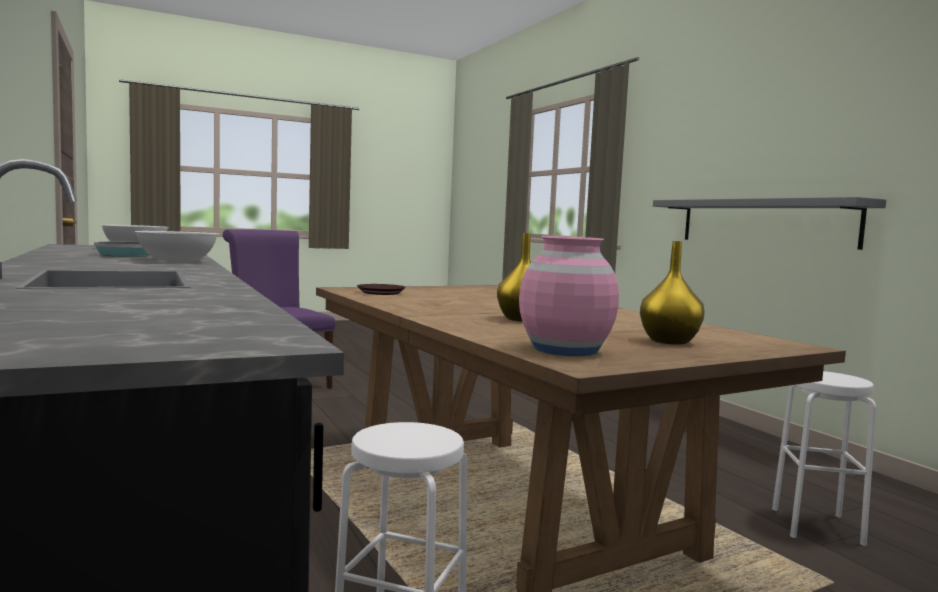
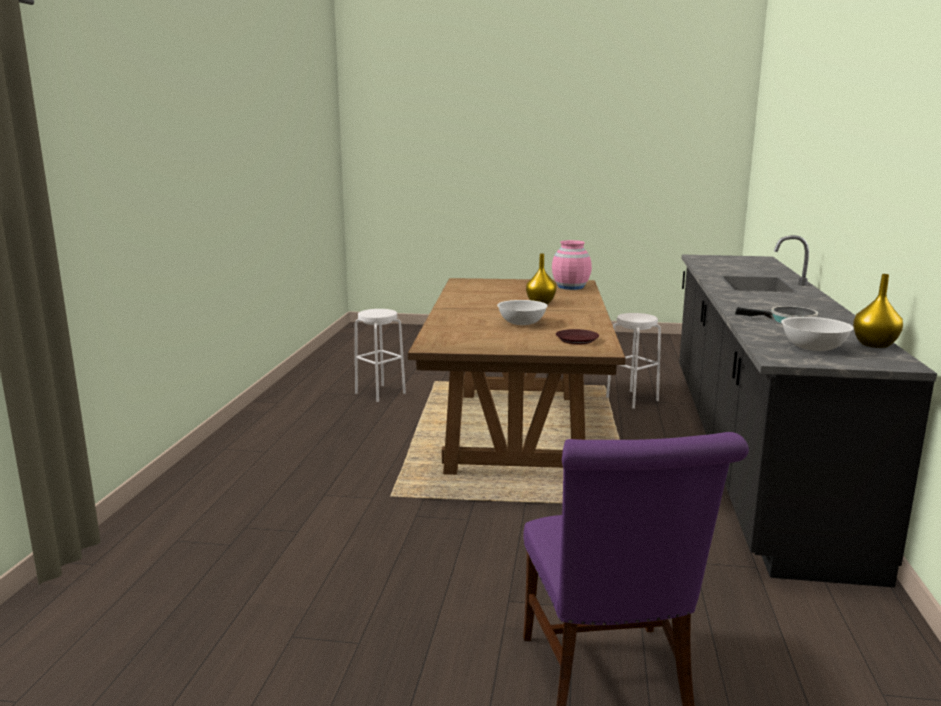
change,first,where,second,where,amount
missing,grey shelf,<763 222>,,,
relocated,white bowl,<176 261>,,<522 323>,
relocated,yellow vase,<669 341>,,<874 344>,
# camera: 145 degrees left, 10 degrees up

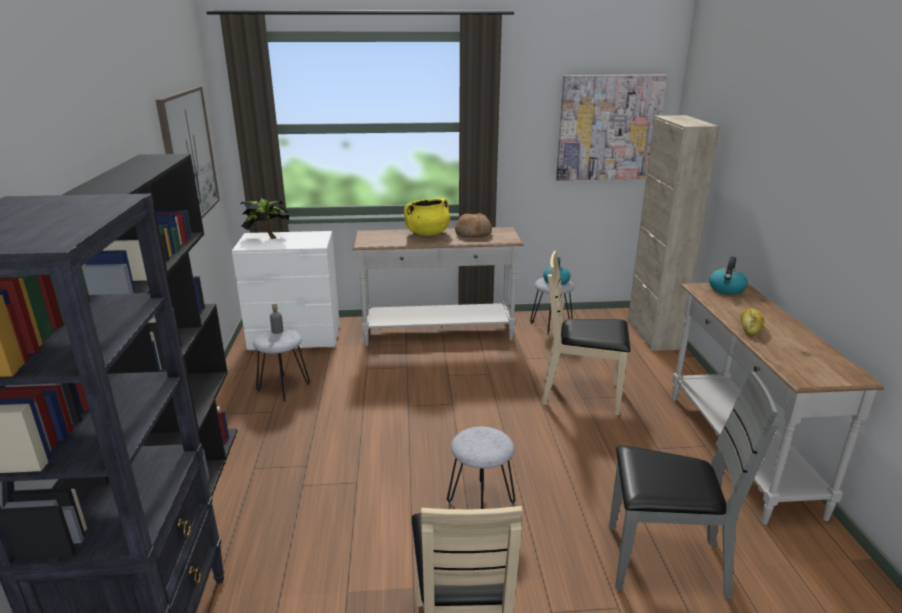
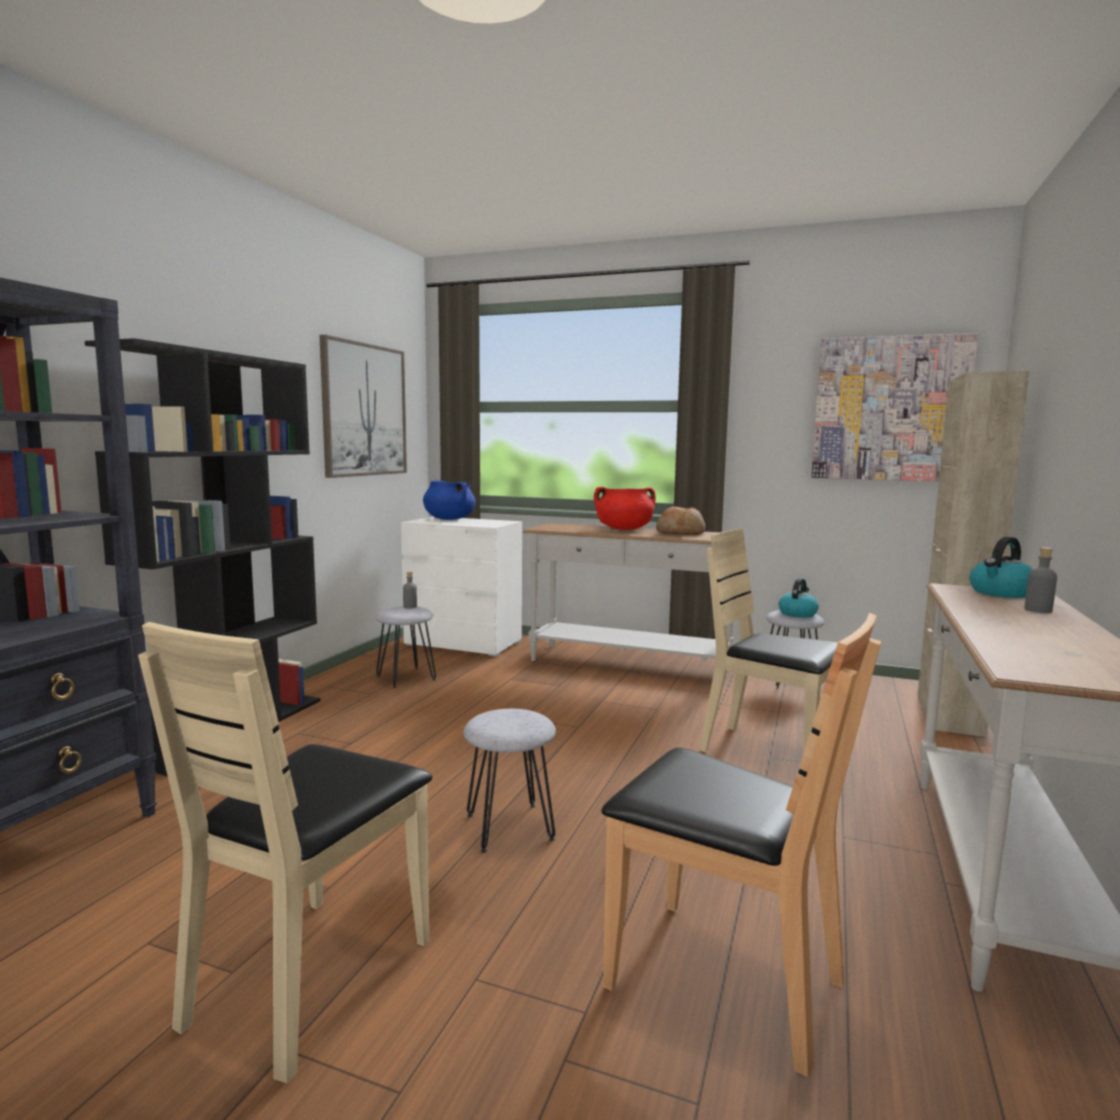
change,first,where,second,where,amount
missing,bread,<750 328>,,,
appeared,,,grey bottle,<1038 610>,
exchanged,potted plant,<267 237>,blue cooking pot,<449 519>,
colour,yellow cooking pot,<427 233>,red cooking pot,<624 529>,
colour,grey chair,<664 562>,brown chair,<723 979>,
# camera: 25 degrees right, 15 degrees down

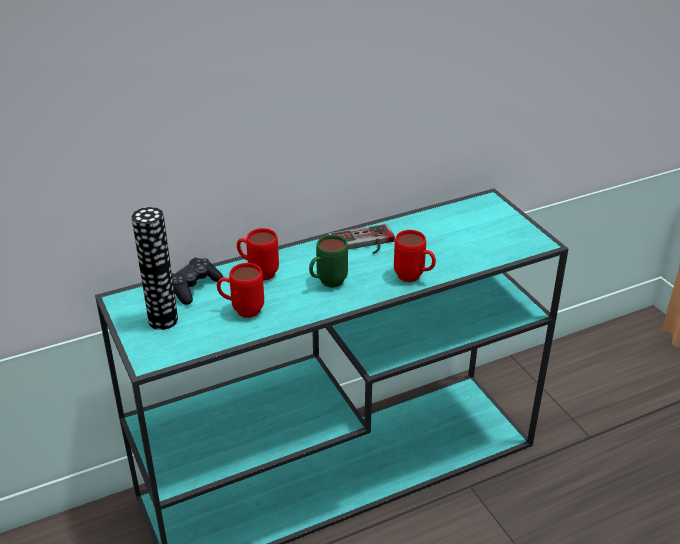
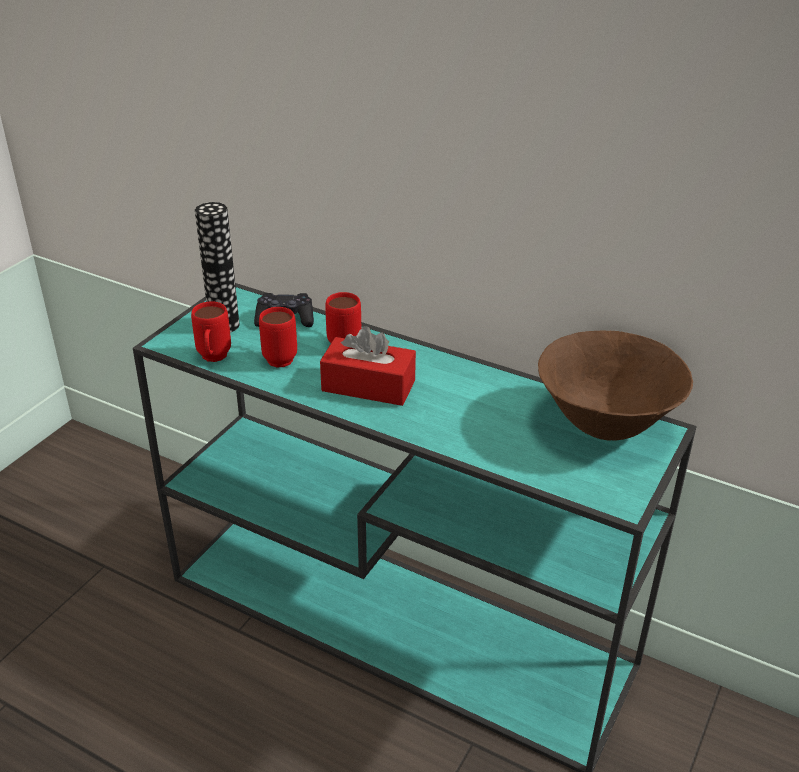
change,first,where,second,where,amount
missing,game controller,<363 244>,,,
appeared,,,brown bowl,<606 425>,
relocated,red mug,<414 278>,,<213 359>,
exchanged,green mug,<327 284>,red tissue box,<368 386>,
# camera: 55 degrees right, 0 degrees up

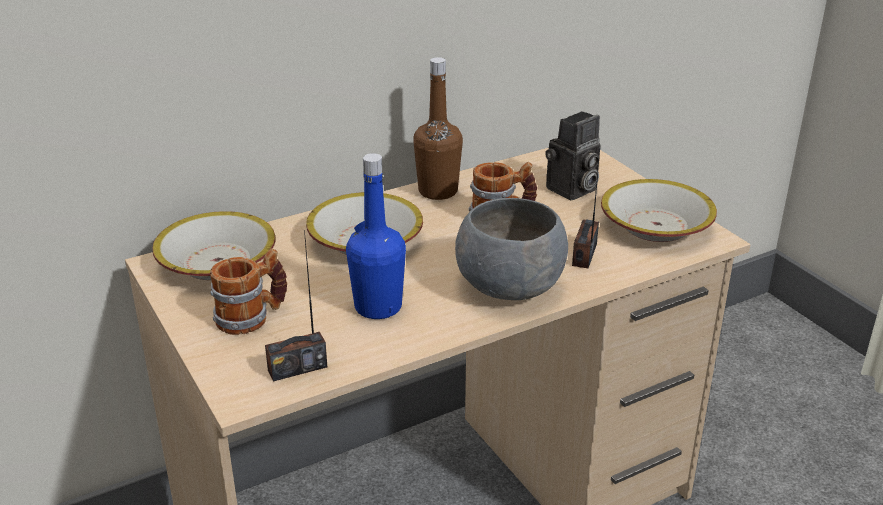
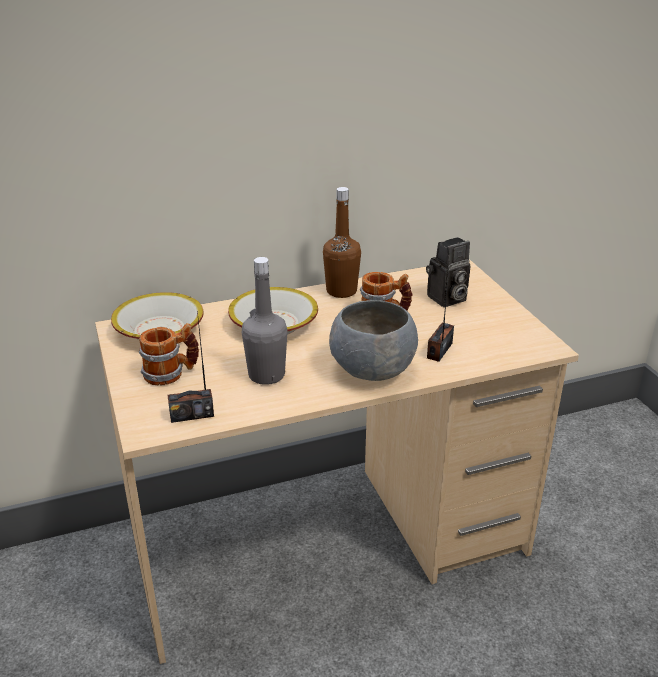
change,first,where,second,where,amount
missing,bowl,<656 226>,,,
colour,blue bottle,<378 307>,grey bottle,<266 375>,
# camera: 10 degrees right, 0 degrees up

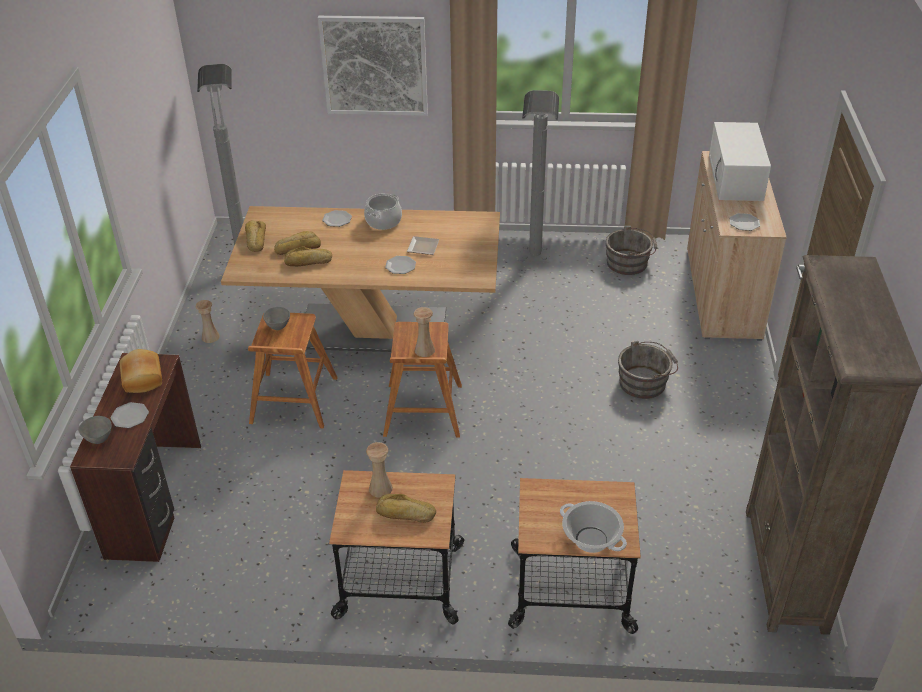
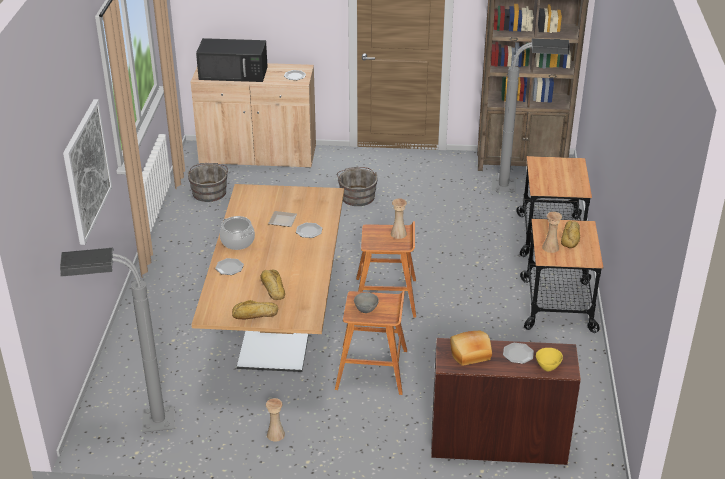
change,first,where,second,where,amount
missing,bread,<308 262>,,,
missing,cooking pot,<591 540>,,,
relocated,grey floor lamp,<535 268>,,<521 188>,
colour,grey bowl,<99 439>,yellow bowl,<547 367>,
colour,white microwave,<736 178>,black microwave,<234 73>,
# camera: 90 degrees left, 5 degrees down

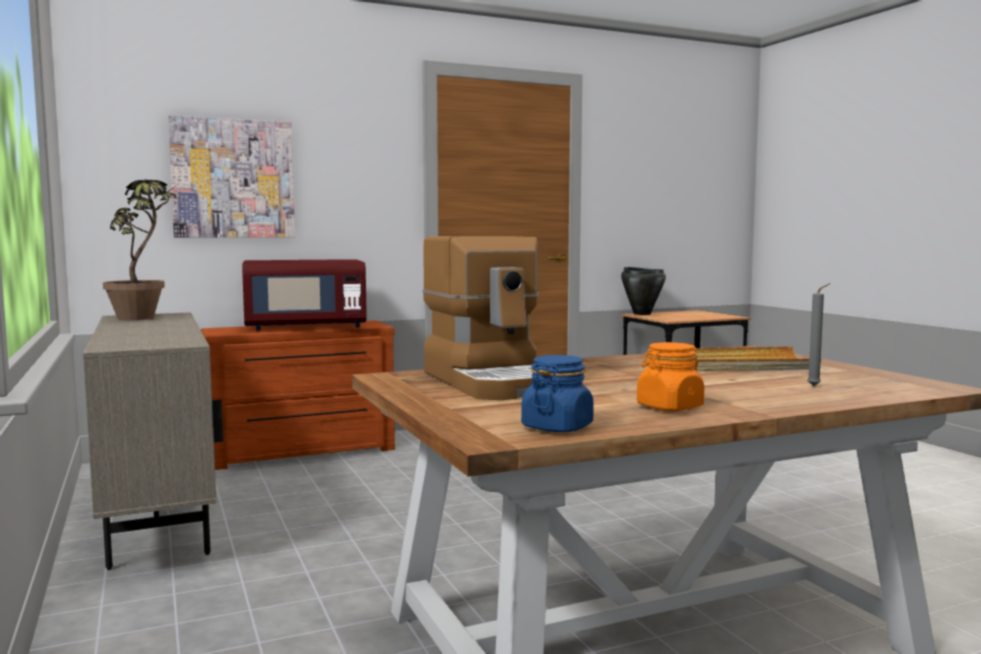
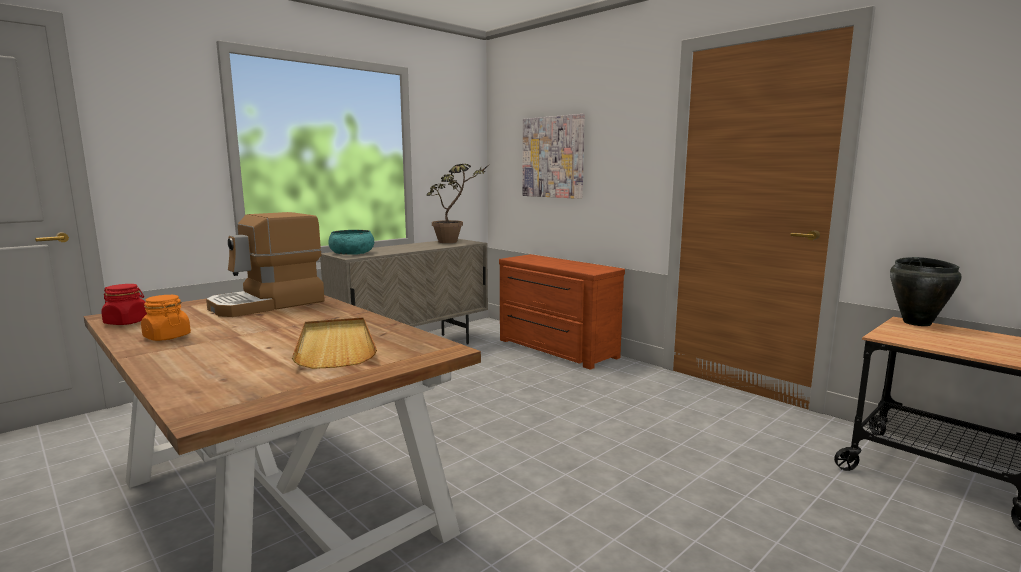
change,first,where,second,where,amount
missing,red microwave,<305 327>,,,
missing,grey candle,<816 386>,,,
appeared,,,turquoise bowl,<352 253>,
colour,blue jar,<557 427>,red jar,<127 322>,
# camera: 70 degrees right, 5 degrees up

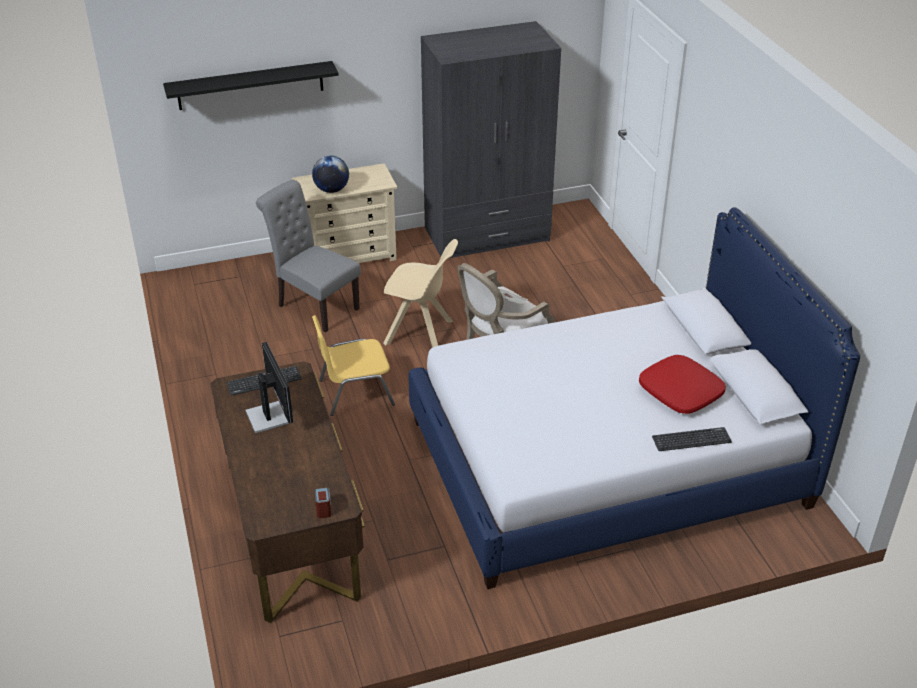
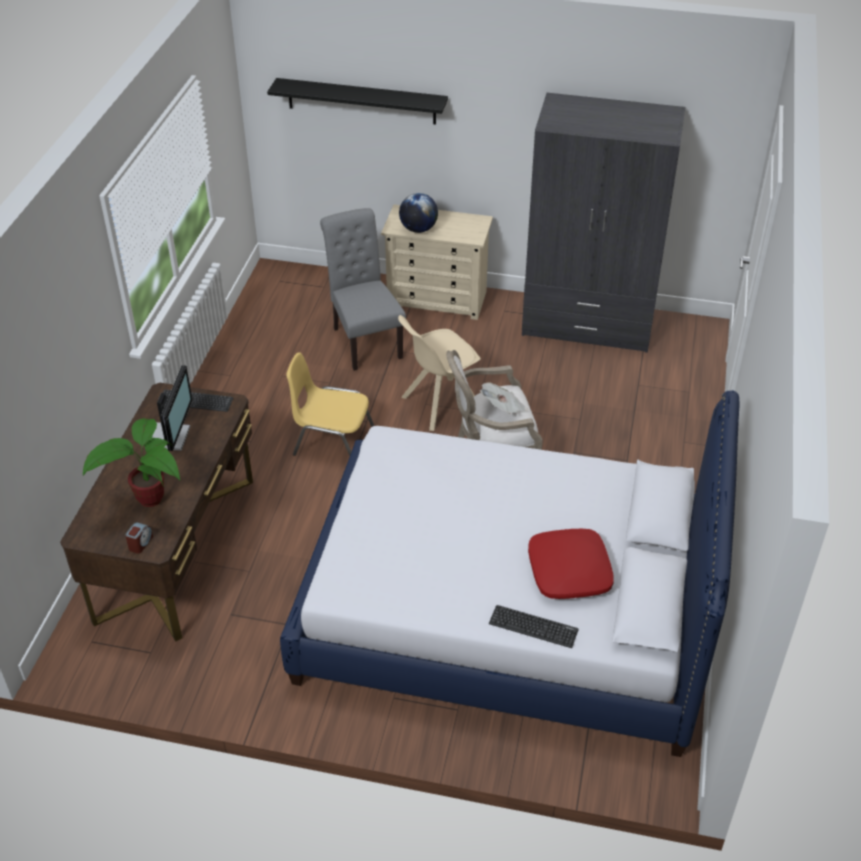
change,first,where,second,where,amount
appeared,,,potted plant,<147 502>,
spun,beige chair,<421 333>,,<439 404>,105 degrees clockwise
# camera: 30 degrees right, 5 degrees up

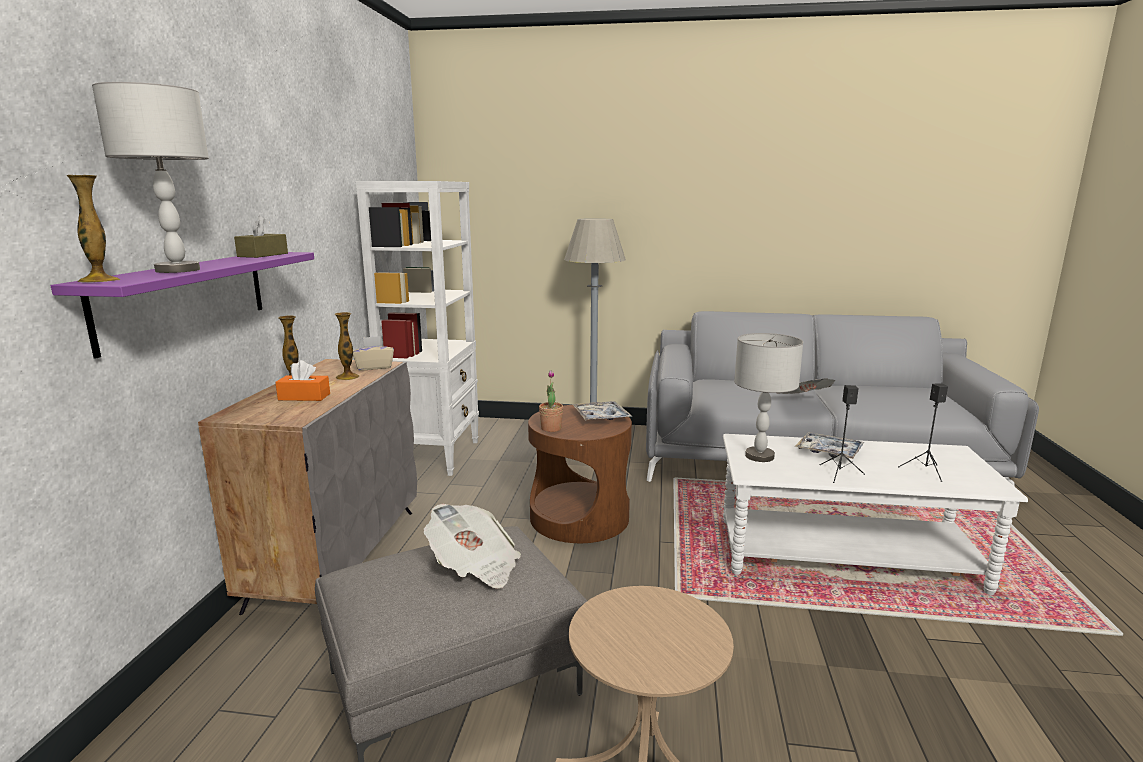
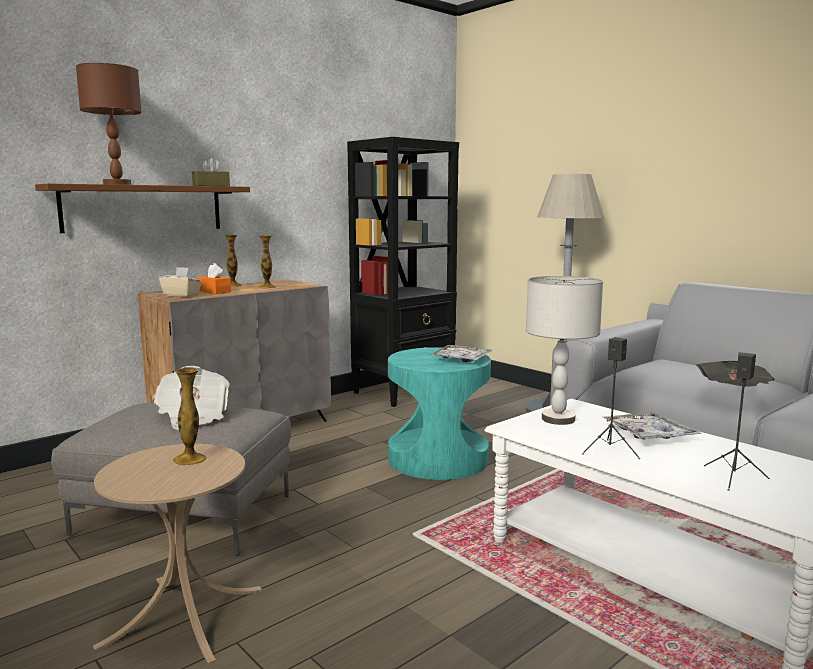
change,first,where,second,where,amount
missing,potted plant,<551 428>,,,
relocated,vase,<99 281>,,<189 459>,
relocated,beige tissue box,<374 367>,,<181 295>,
colour,purple shelf,<185 297>,brown shelf,<144 208>,
colour,grey table lamp,<177 270>,brown table lamp,<117 184>,
colour,white bookcase,<434 455>,black bookcase,<404 392>,
colour,brown side table,<579 517>,turquoise side table,<437 459>,
# camera: 40 degrees right, 5 degrees down

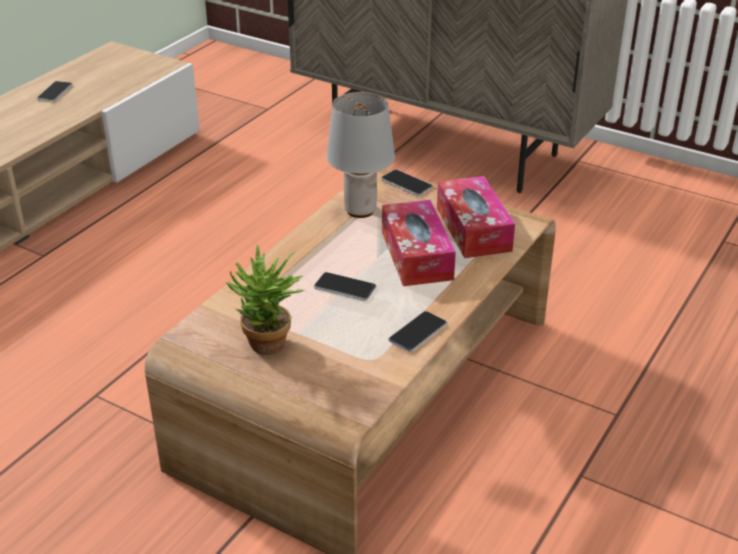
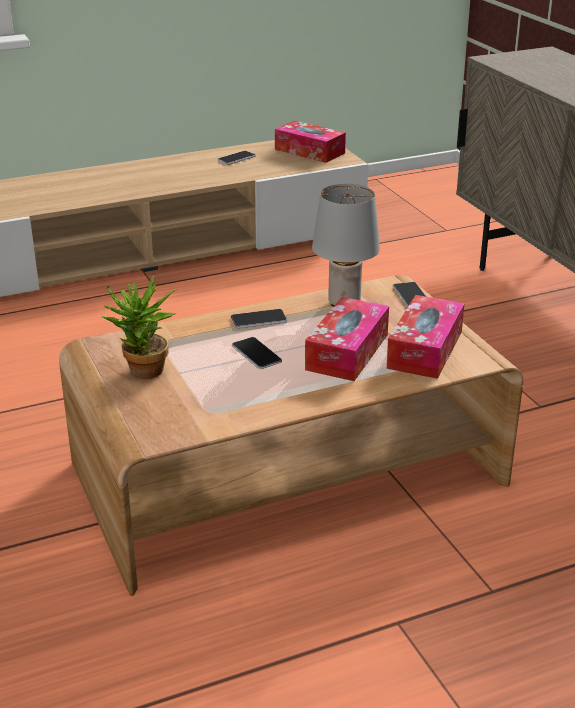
change,first,where,second,where,amount
appeared,,,tissue box,<309 151>,
relocated,phone,<417 332>,,<259 320>,
# camera: 35 degrees right, 5 degrees down

